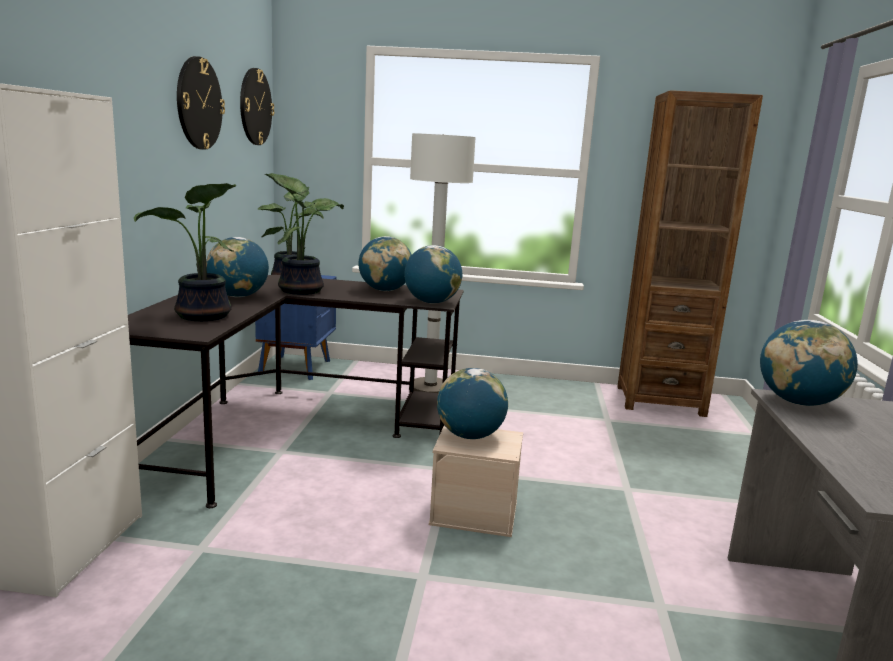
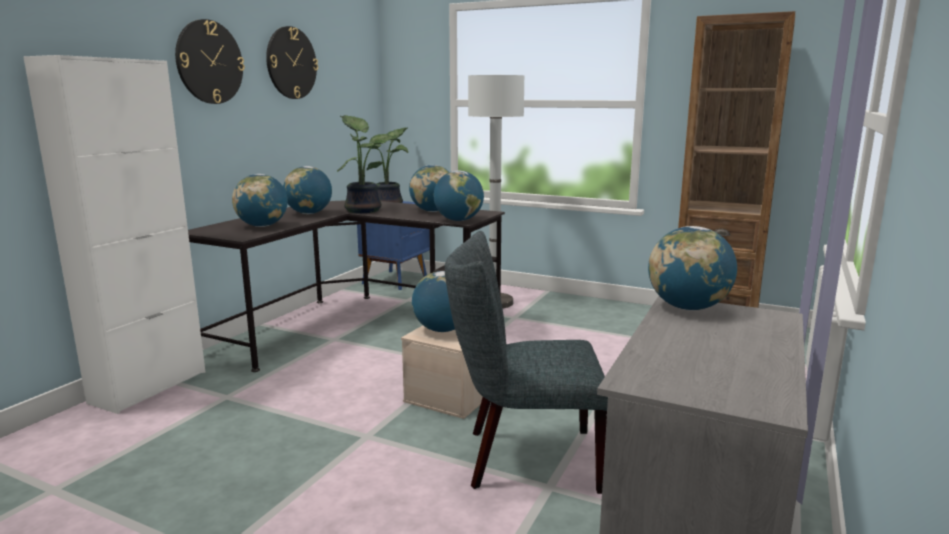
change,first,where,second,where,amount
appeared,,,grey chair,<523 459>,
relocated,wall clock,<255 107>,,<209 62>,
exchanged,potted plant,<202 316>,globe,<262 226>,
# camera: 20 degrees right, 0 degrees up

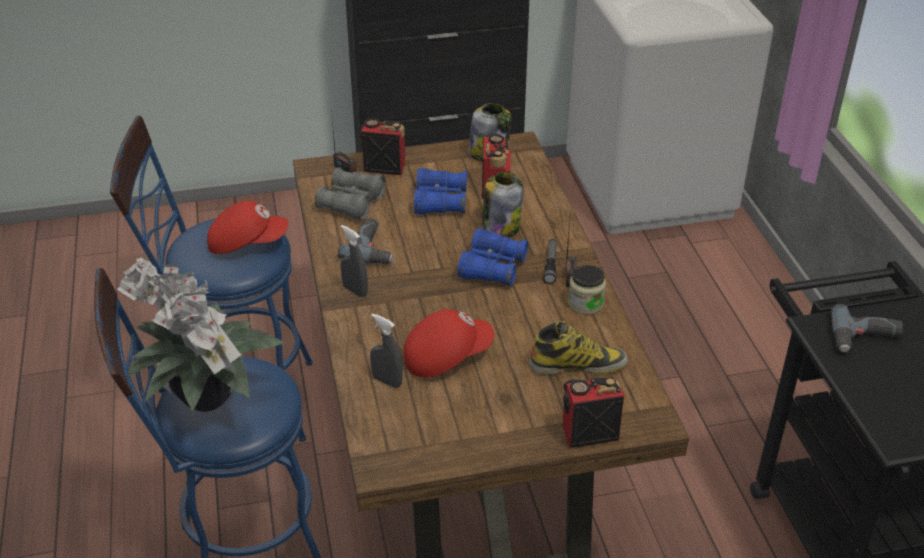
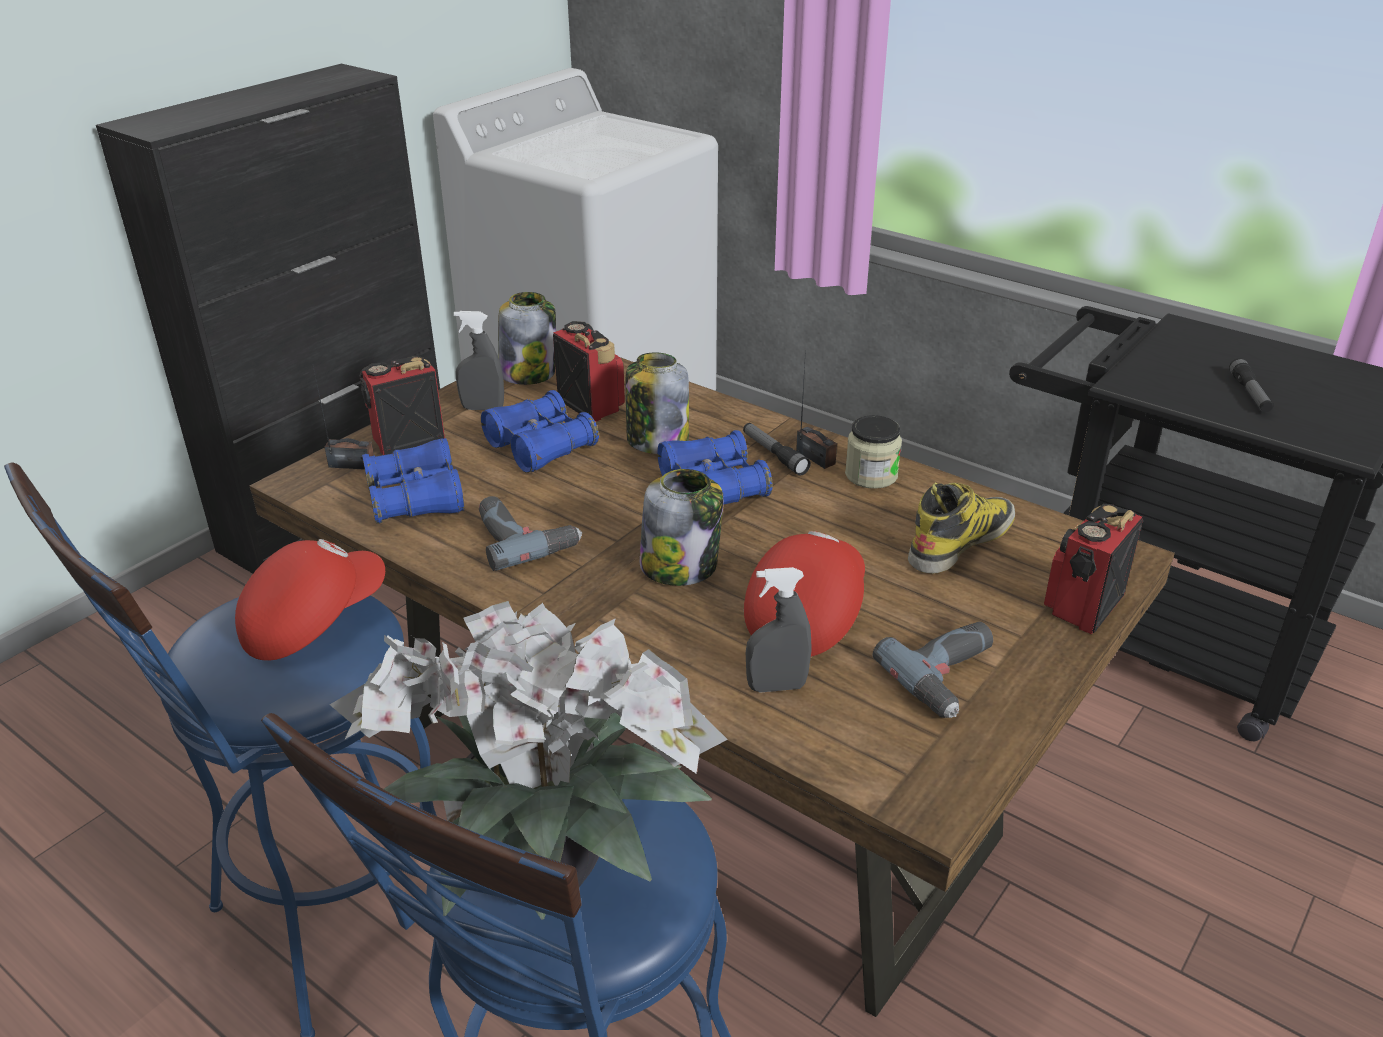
change,first,where,second,where,amount
appeared,,,jar,<681 566>,
appeared,,,flashlight,<1249 393>,
relocated,grey spray bottle,<355 291>,,<483 408>,
relocated,power drill,<865 339>,,<950 677>,
colour,grey binoculars,<351 203>,blue binoculars,<416 499>,
# camera: 40 degrees left, 5 degrees down

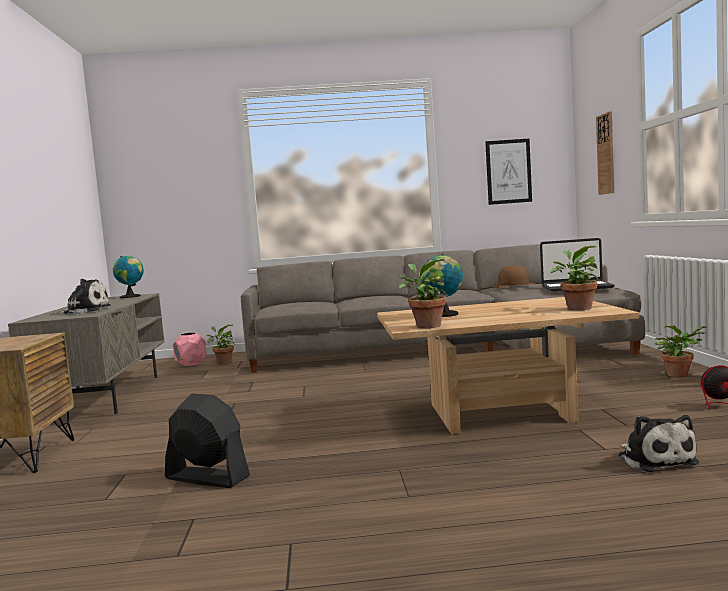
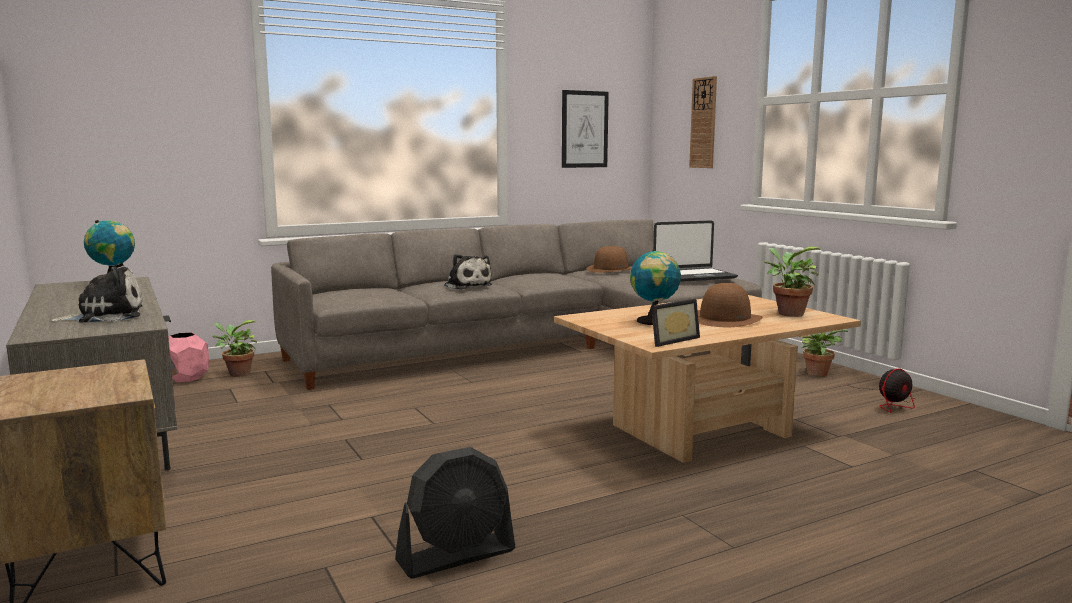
change,first,where,second,where,amount
appeared,,,brown hat,<725 319>,
relocated,plush toy,<655 459>,,<467 286>,
exchanged,potted plant,<426 326>,picture frame,<670 340>,
spun,black fan,<207 477>,,<456 556>,150 degrees clockwise
# camera: 25 degrees left, 5 degrees up

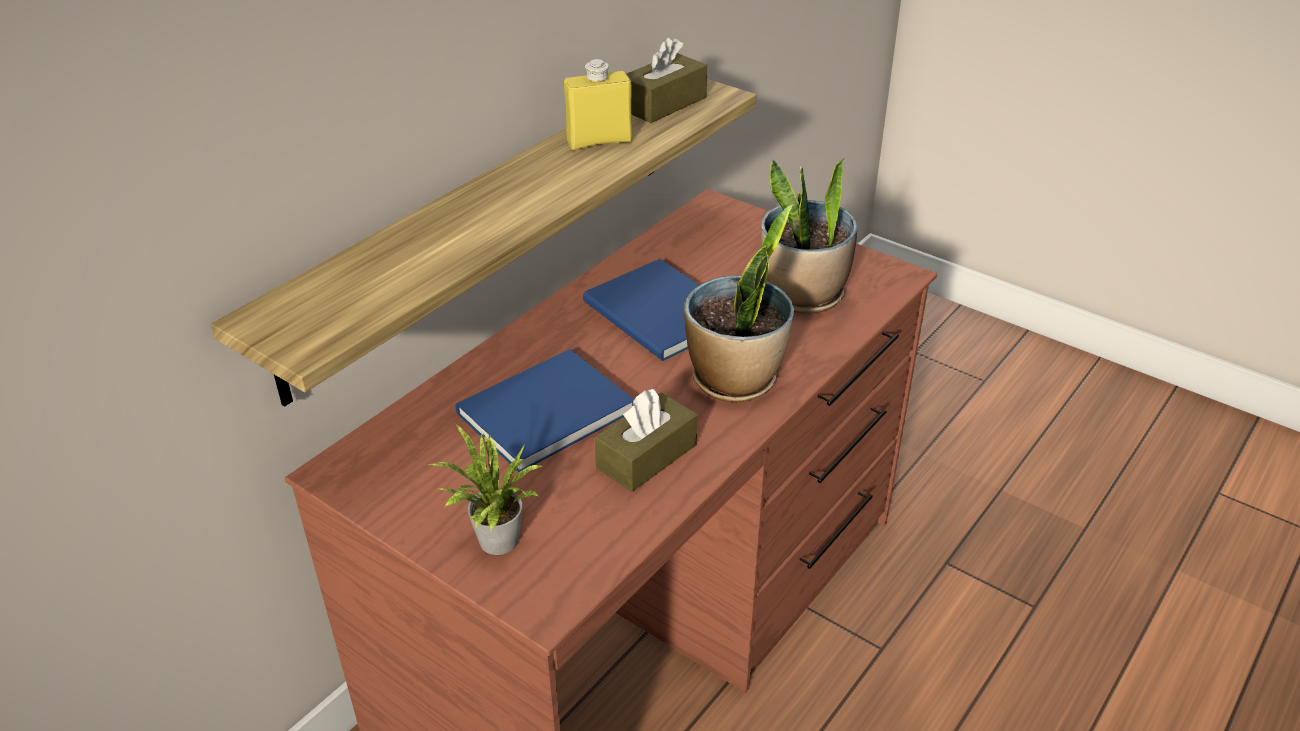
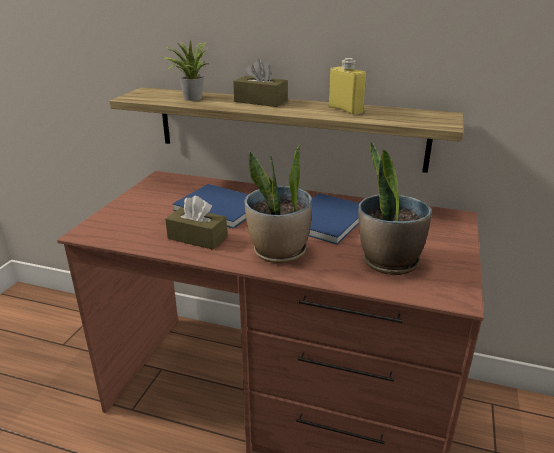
change,first,where,second,where,amount
relocated,potted plant,<494 543>,,<191 98>,
relocated,brown tissue box,<663 103>,,<260 101>,
# camera: 70 degrees right, 10 degrees down

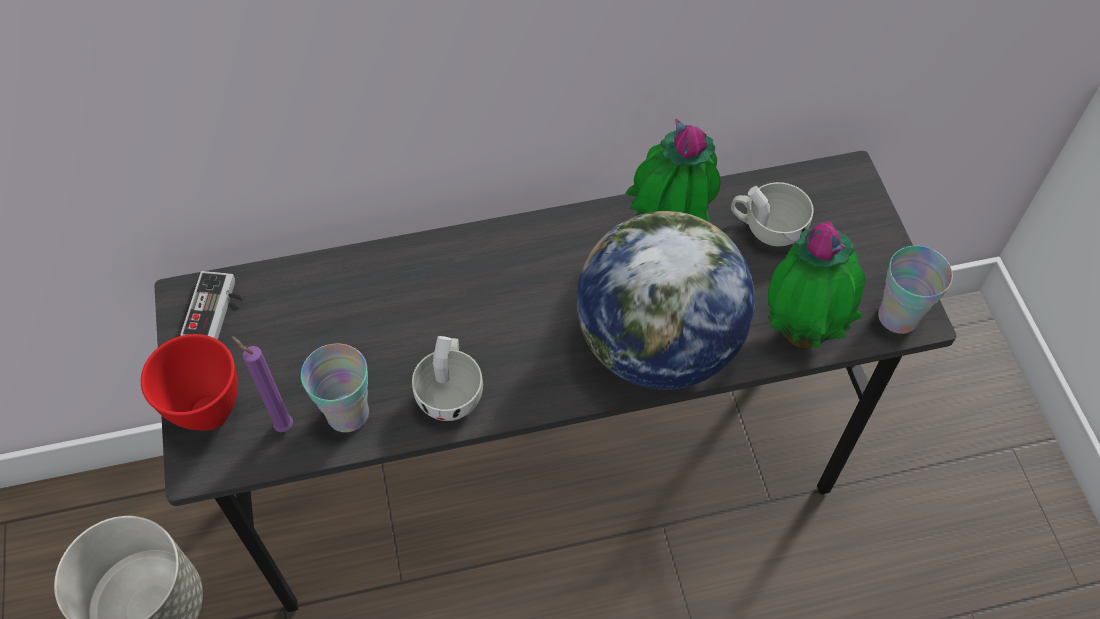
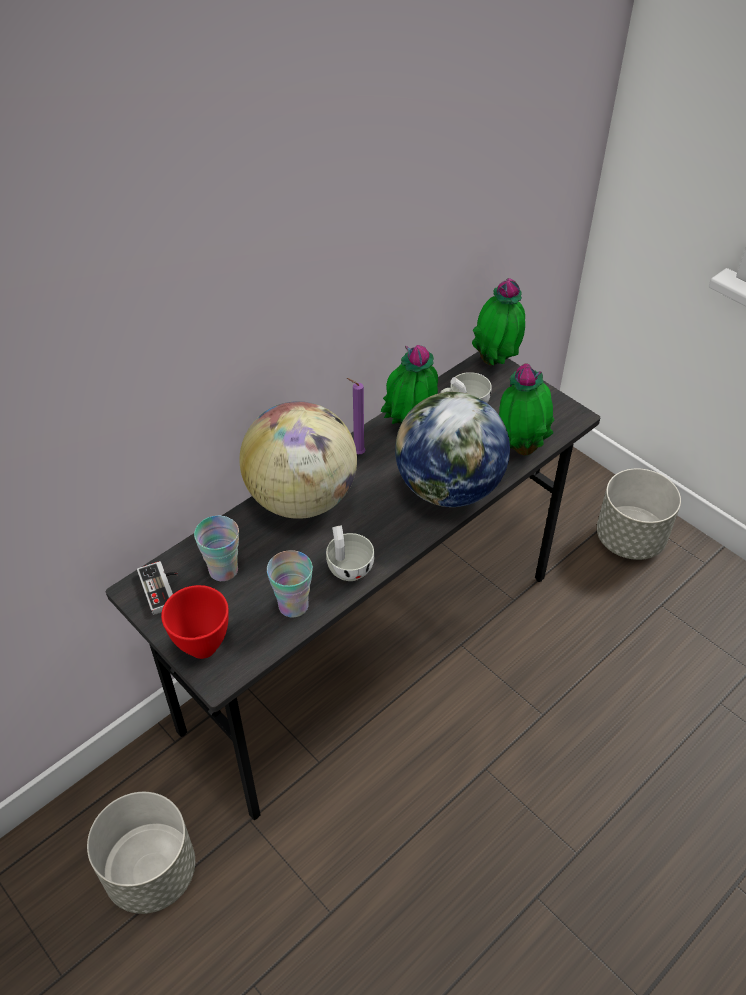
change,first,where,second,where,amount
appeared,,,globe,<302 498>,
appeared,,,potted plant,<496 362>,
appeared,,,grey planter,<629 539>,
relocated,purple candle,<281 425>,,<356 453>,
relocated,cup,<898 317>,,<223 570>,
# camera: 30 degrees left, 10 degrees down

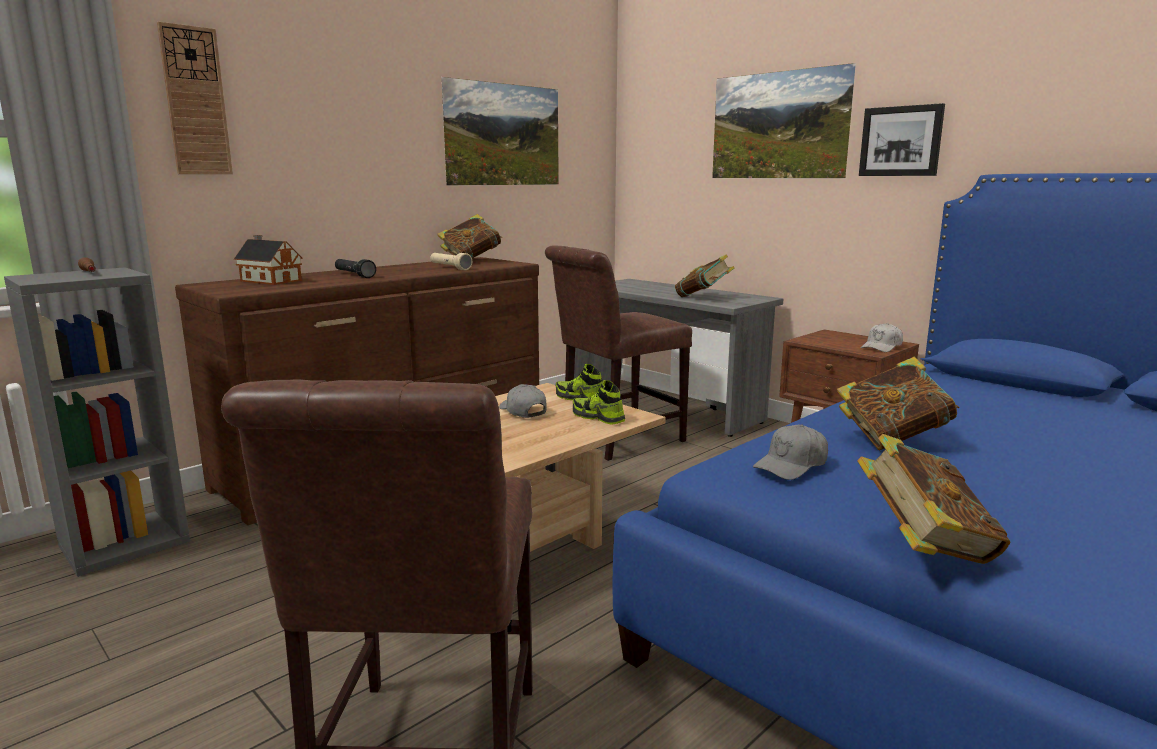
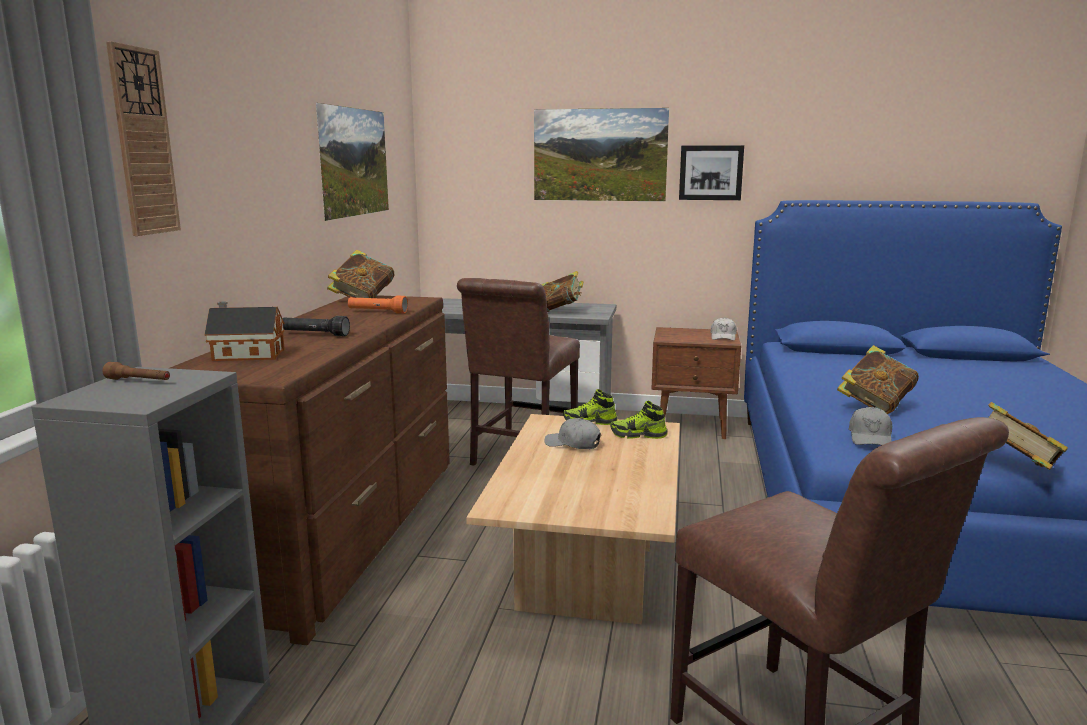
change,first,where,second,where,amount
colour,beige flashlight,<450 268>,orange flashlight,<377 312>,
# camera: 35 degrees left, 0 degrees up

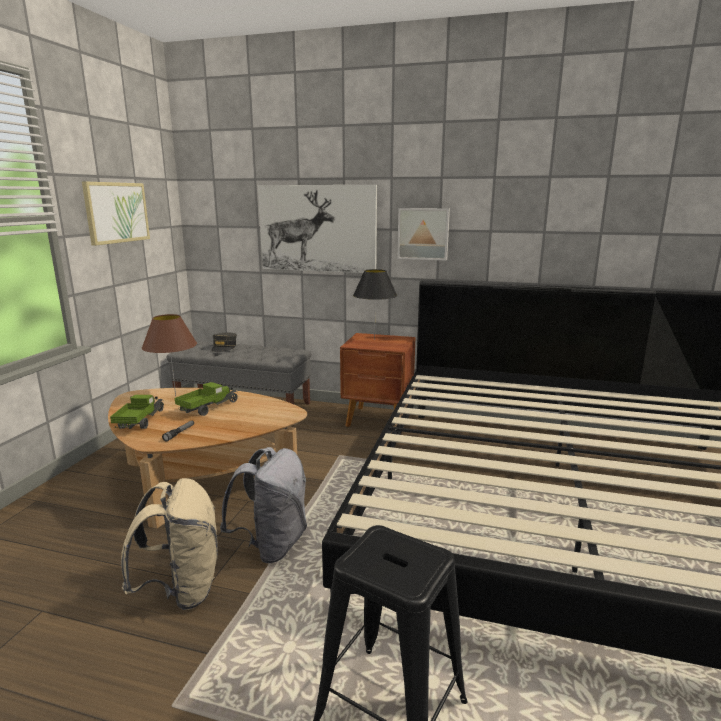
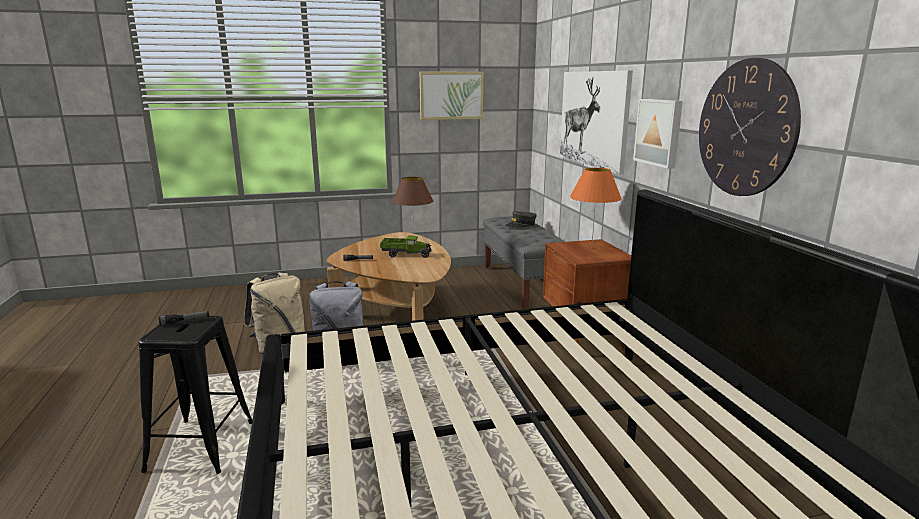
change,first,where,second,where,amount
missing,toy truck,<140 421>,,,
appeared,,,flashlight,<185 321>,
appeared,,,wall clock,<746 128>,
colour,black table lamp,<374 339>,orange table lamp,<591 248>,
# camera: 60 degrees right, 0 degrees up

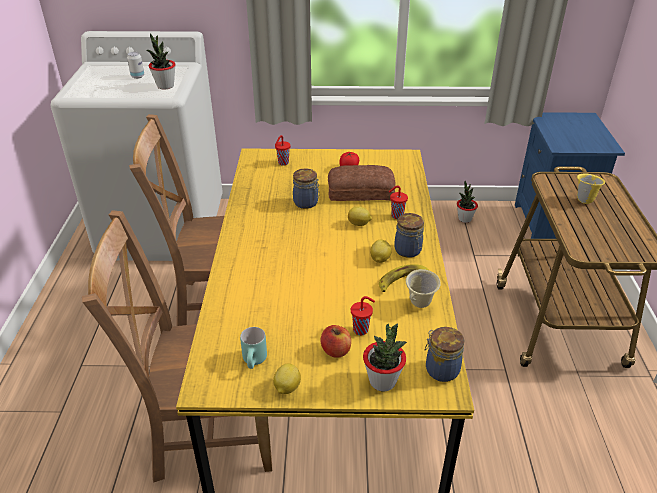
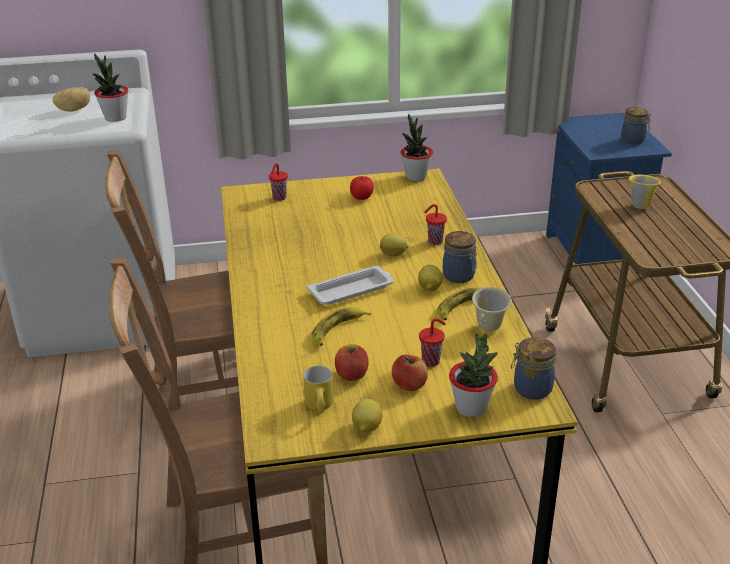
change,first,where,second,where,amount
missing,bread,<360 191>,,,
appeared,,,white tray,<352 290>,
appeared,,,banana,<337 330>,
appeared,,,apple,<351 375>,
relocated,jar,<306 203>,,<633 141>,
relocated,potted plant,<464 219>,,<416 177>,
exchanged,can,<137 76>,potato,<74 109>,
colour,turquoise mug,<255 362>,yellow mug,<321 407>,
# camera: 10 degrees left, 5 degrees down

